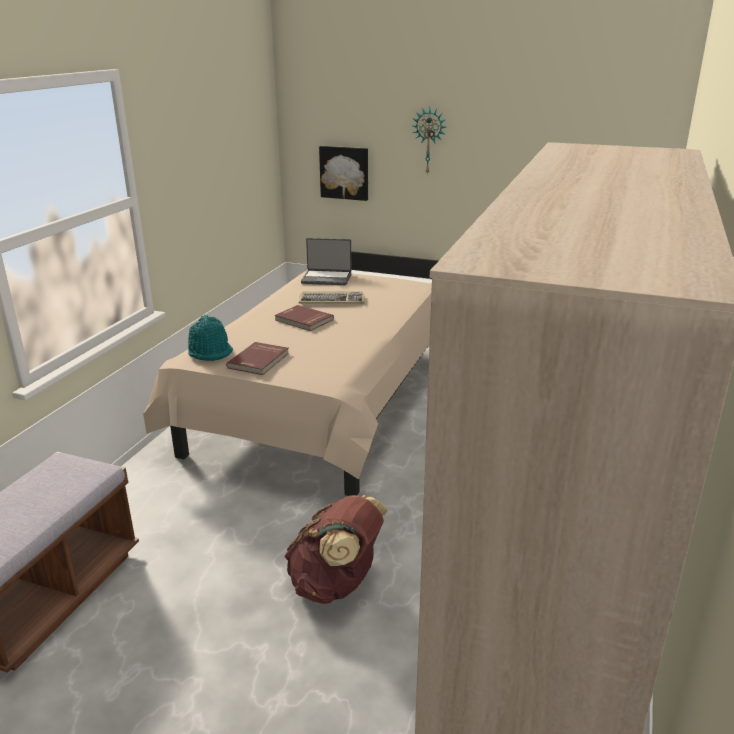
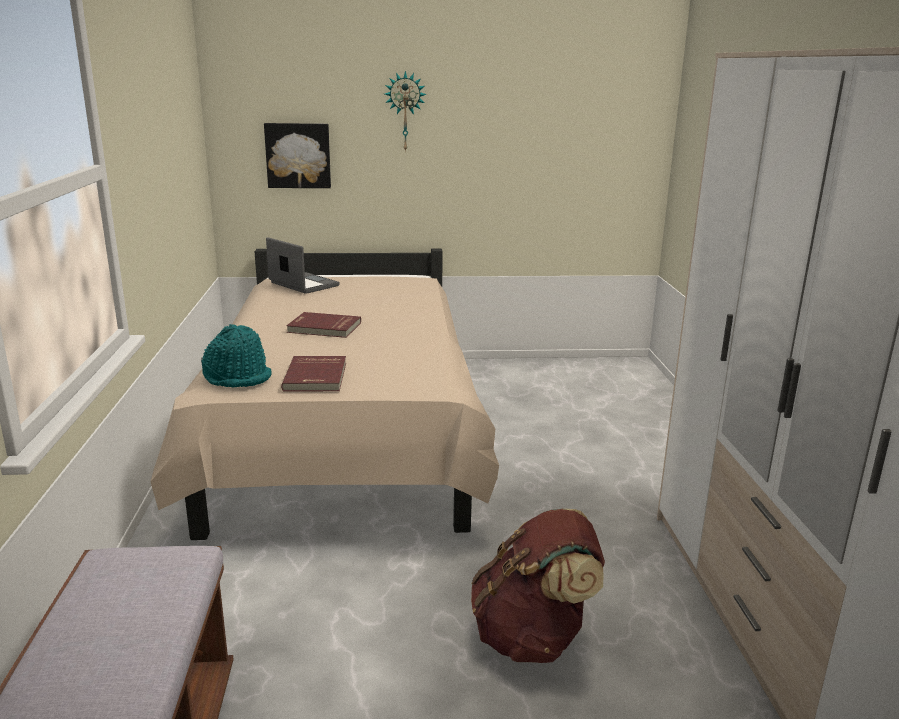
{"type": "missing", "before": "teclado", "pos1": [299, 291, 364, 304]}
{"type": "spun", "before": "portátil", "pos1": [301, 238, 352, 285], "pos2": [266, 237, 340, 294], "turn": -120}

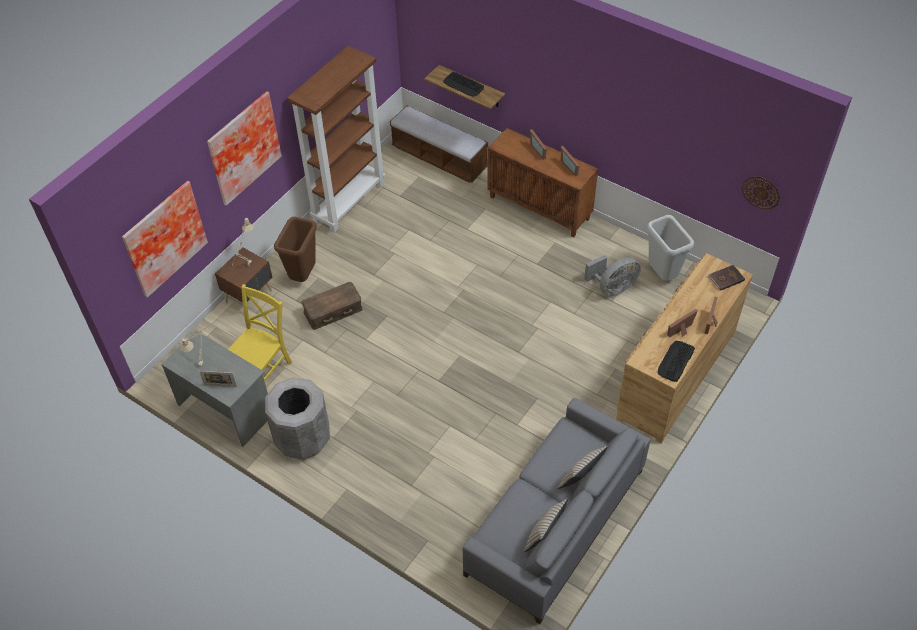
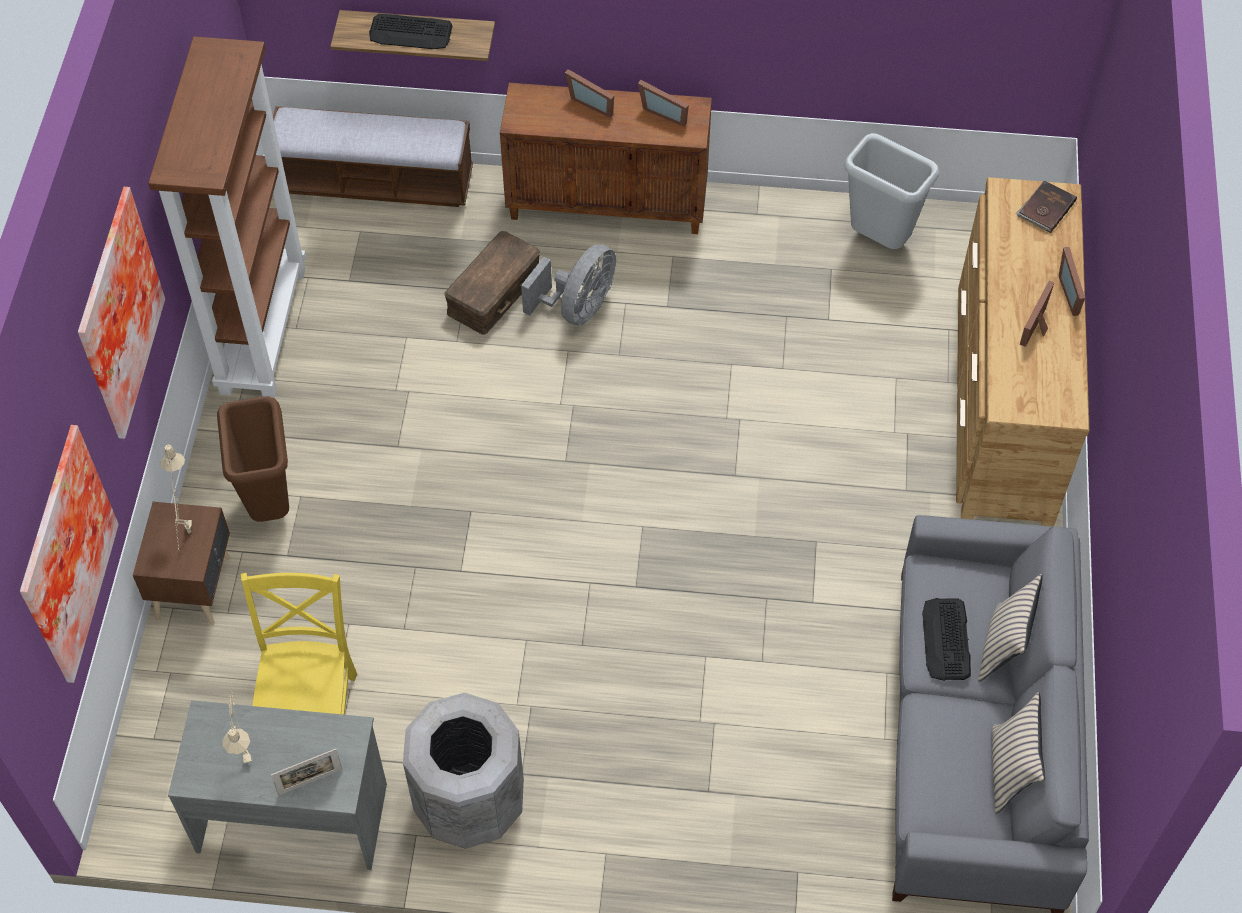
{"type": "relocated", "before": "caja de almacenaje/marrón", "pos1": [301, 282, 363, 330], "pos2": [444, 231, 540, 335]}
{"type": "relocated", "before": "ventilador/gris", "pos1": [584, 255, 641, 296], "pos2": [521, 244, 616, 325]}
{"type": "relocated", "before": "teclado", "pos1": [657, 341, 695, 382], "pos2": [922, 598, 971, 681]}
{"type": "missing", "before": "reloj de pared", "pos1": [742, 176, 781, 209]}

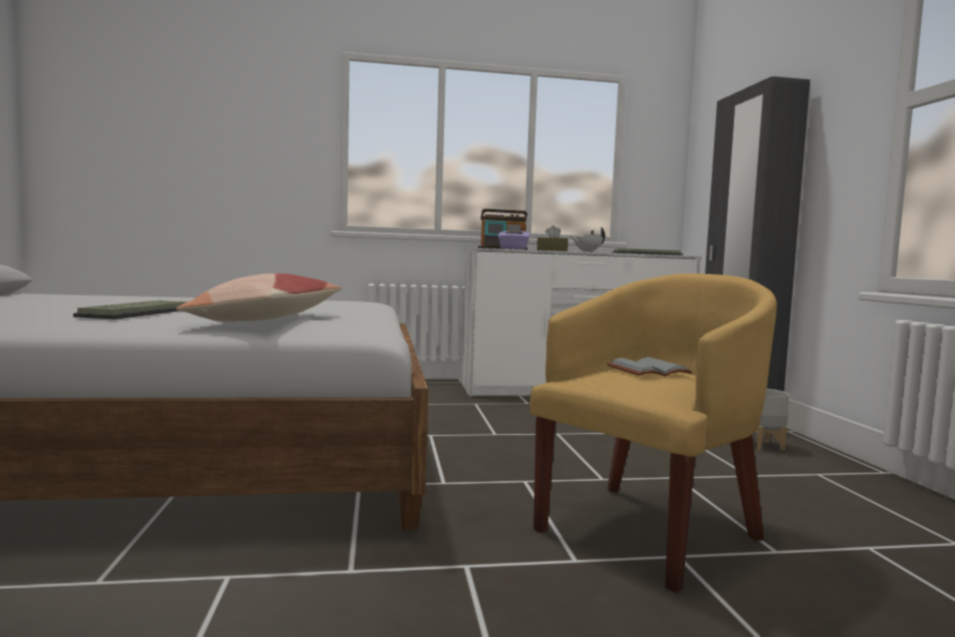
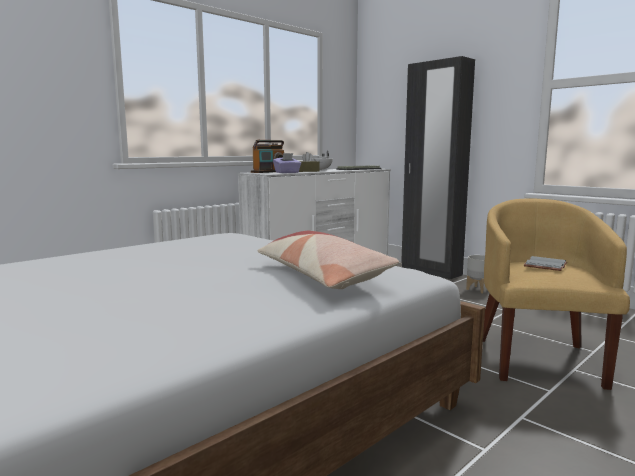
{"type": "missing", "before": "teclado", "pos1": [73, 300, 186, 319]}

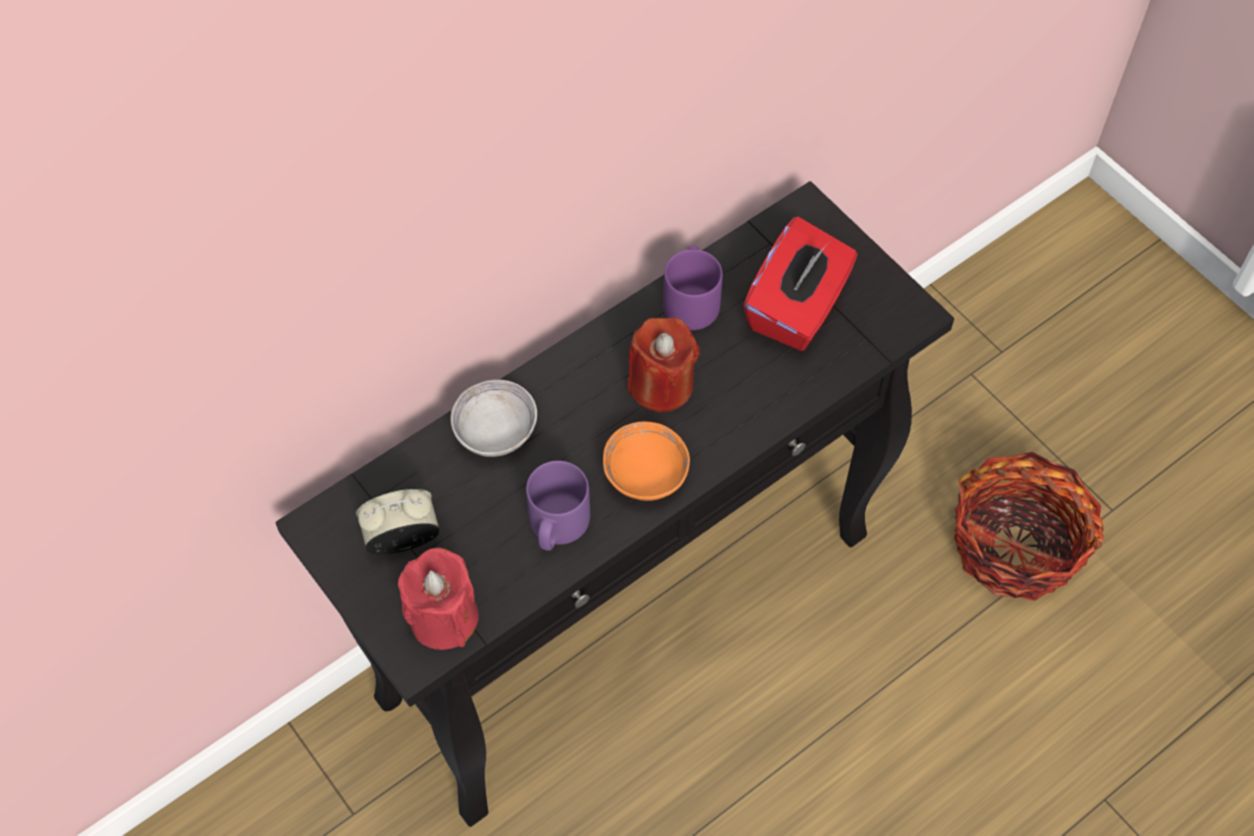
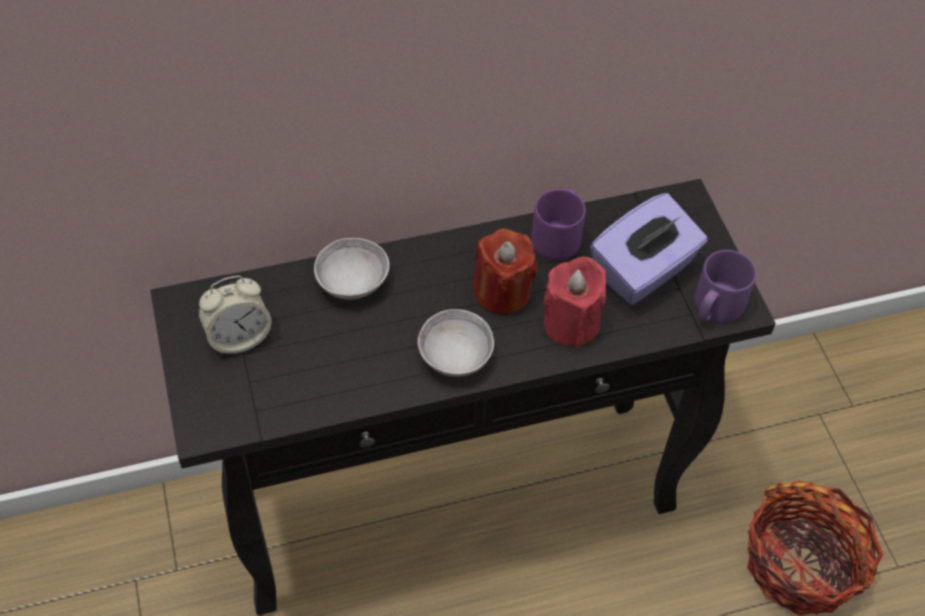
{"type": "spun", "before": "despertador", "pos1": [356, 489, 440, 554], "pos2": [198, 276, 272, 354], "turn": 150}
{"type": "relocated", "before": "vela/rojo", "pos1": [398, 548, 479, 650], "pos2": [544, 257, 606, 348]}
{"type": "relocated", "before": "taza grande/morado", "pos1": [526, 461, 590, 551], "pos2": [694, 250, 756, 323]}
{"type": "colour", "before": "cuenco/naranja", "after": "cuenco/gris", "pos1": [603, 422, 690, 501], "pos2": [417, 309, 494, 377]}
{"type": "colour", "before": "caja de pañuelos/rojo", "after": "caja de pañuelos/morado", "pos1": [743, 217, 858, 351], "pos2": [590, 193, 707, 305]}

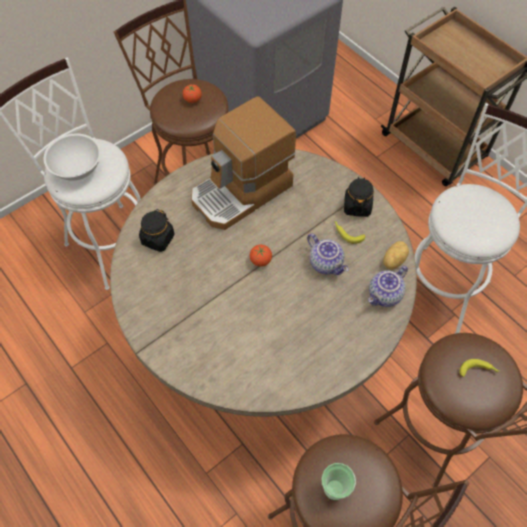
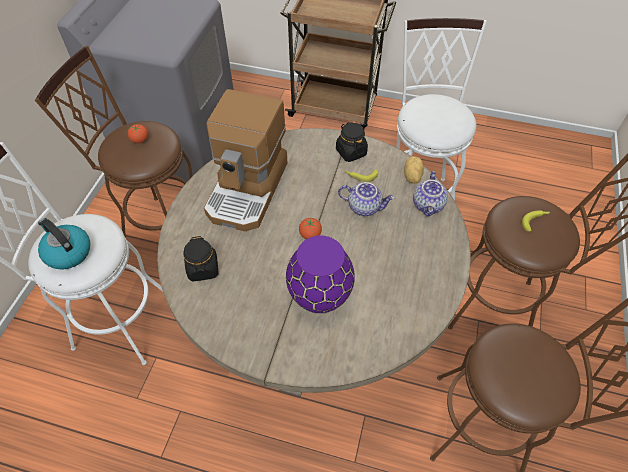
{"type": "exchanged", "before": "cuenco/blanco", "after": "hervidor", "pos1": [44, 134, 101, 180], "pos2": [38, 218, 90, 270]}
{"type": "missing", "before": "taza", "pos1": [322, 463, 356, 500]}
{"type": "appeared", "after": "florero/morado", "pos2": [286, 236, 355, 313]}

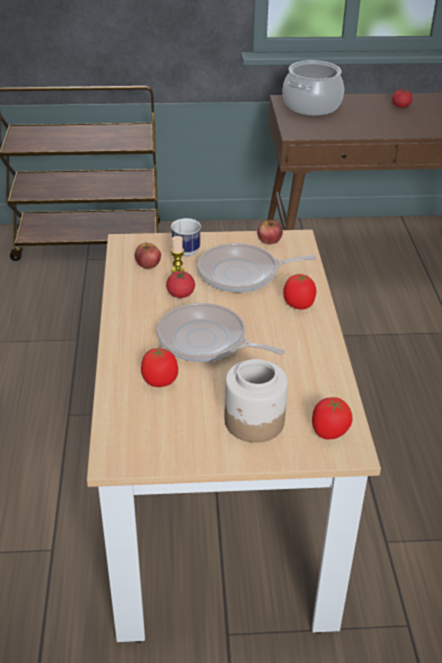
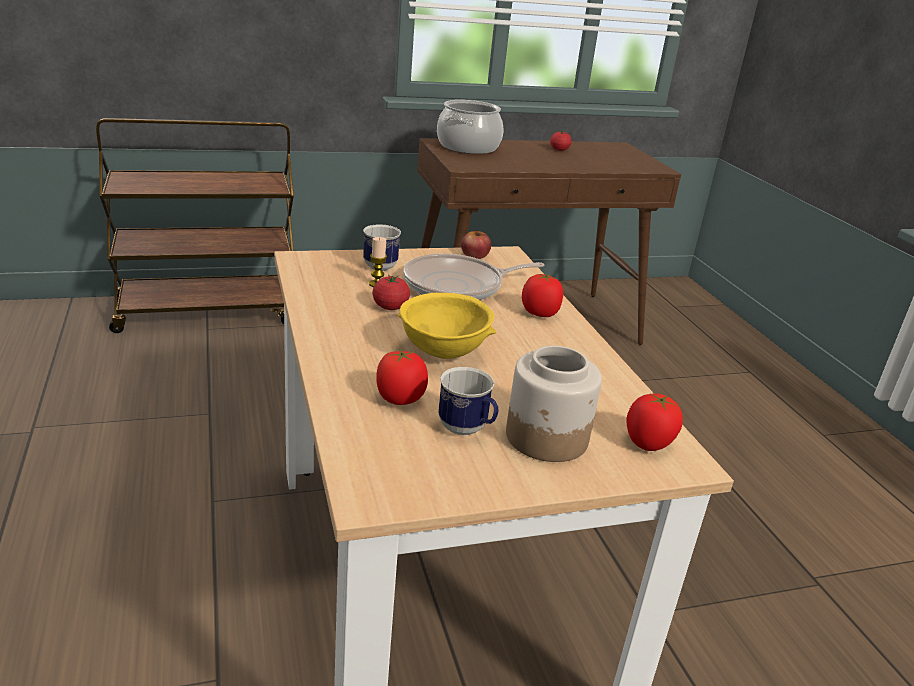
{"type": "missing", "before": "manzana", "pos1": [135, 242, 161, 269]}
{"type": "exchanged", "before": "sartén", "after": "cuenco/amarillo", "pos1": [157, 303, 285, 362], "pos2": [398, 293, 496, 359]}
{"type": "appeared", "after": "taza grande", "pos2": [438, 367, 499, 435]}

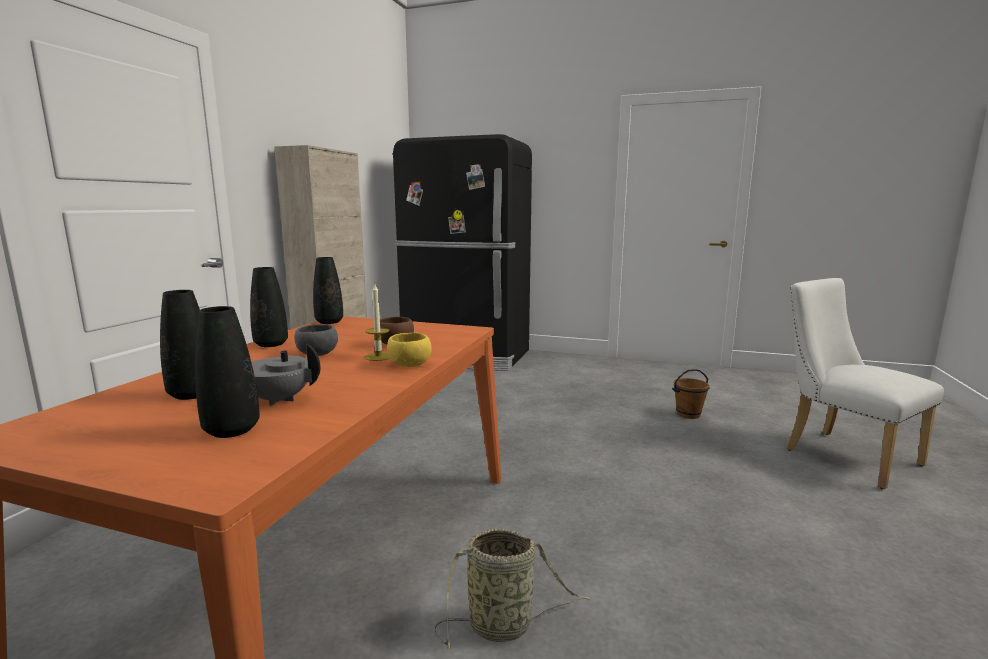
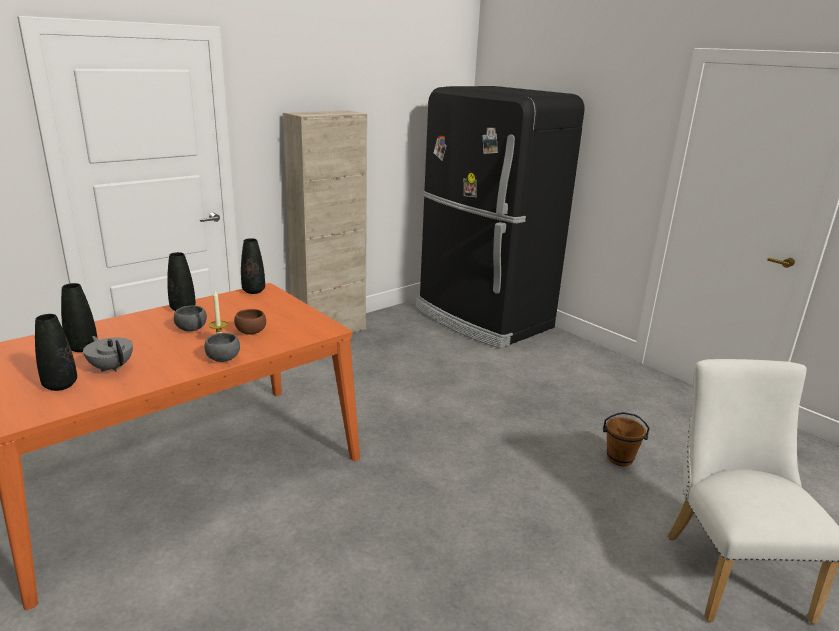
{"type": "colour", "before": "cuenco/amarillo", "after": "cuenco/gris", "pos1": [387, 333, 432, 367], "pos2": [205, 333, 240, 362]}
{"type": "missing", "before": "cesta", "pos1": [435, 528, 591, 650]}

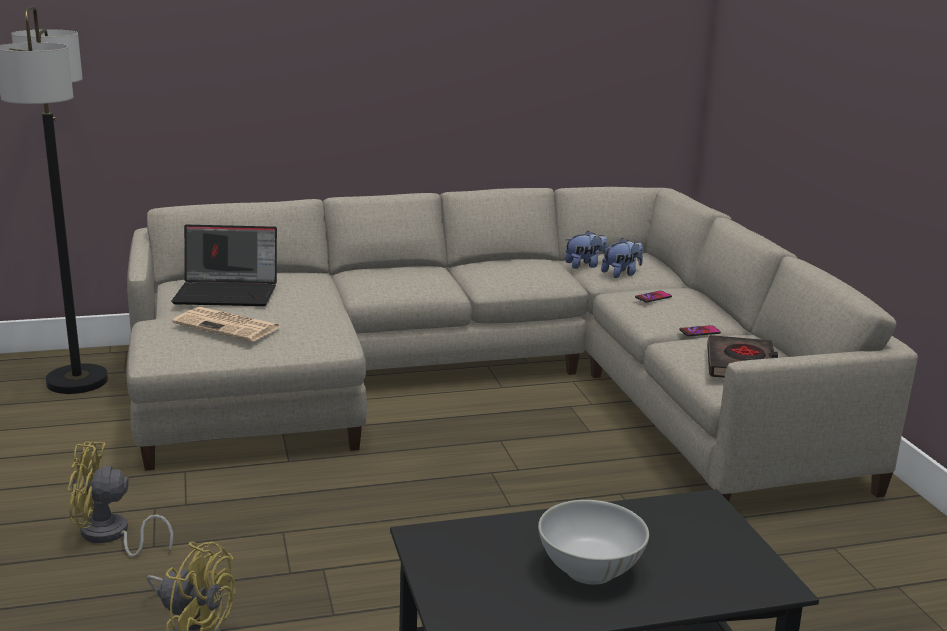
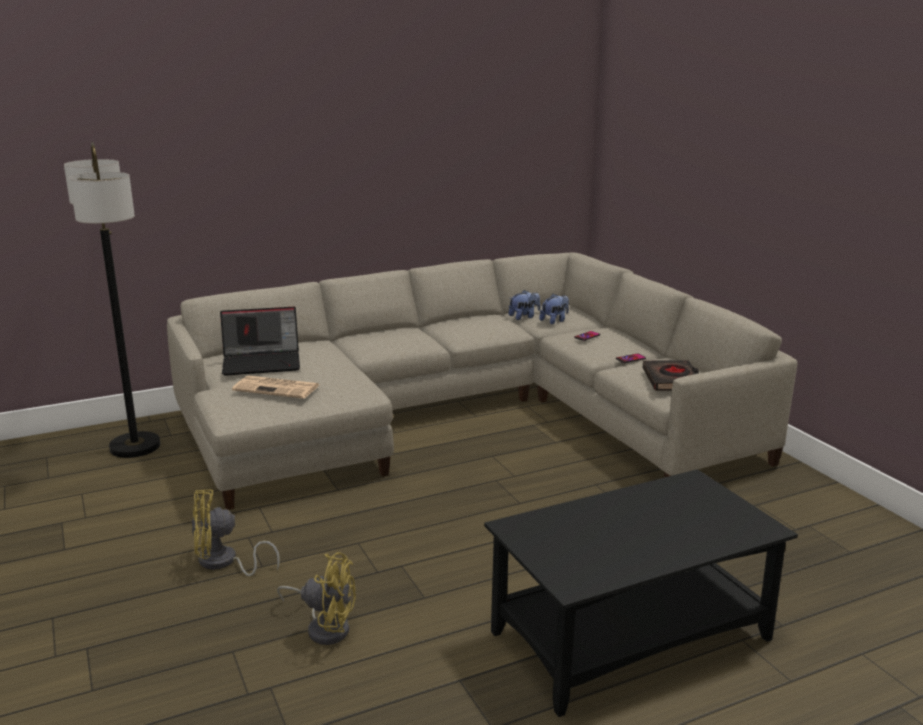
{"type": "missing", "before": "cuenco/blanco", "pos1": [538, 500, 649, 585]}

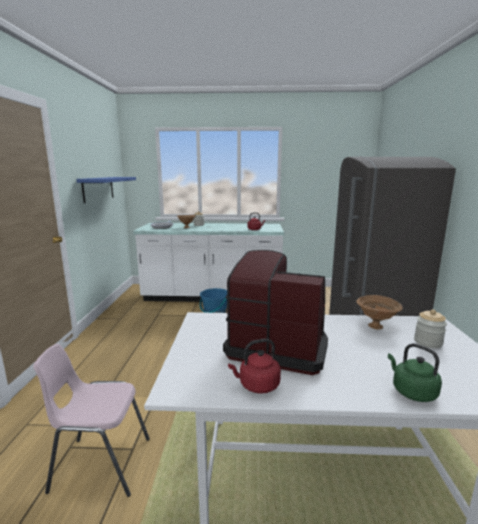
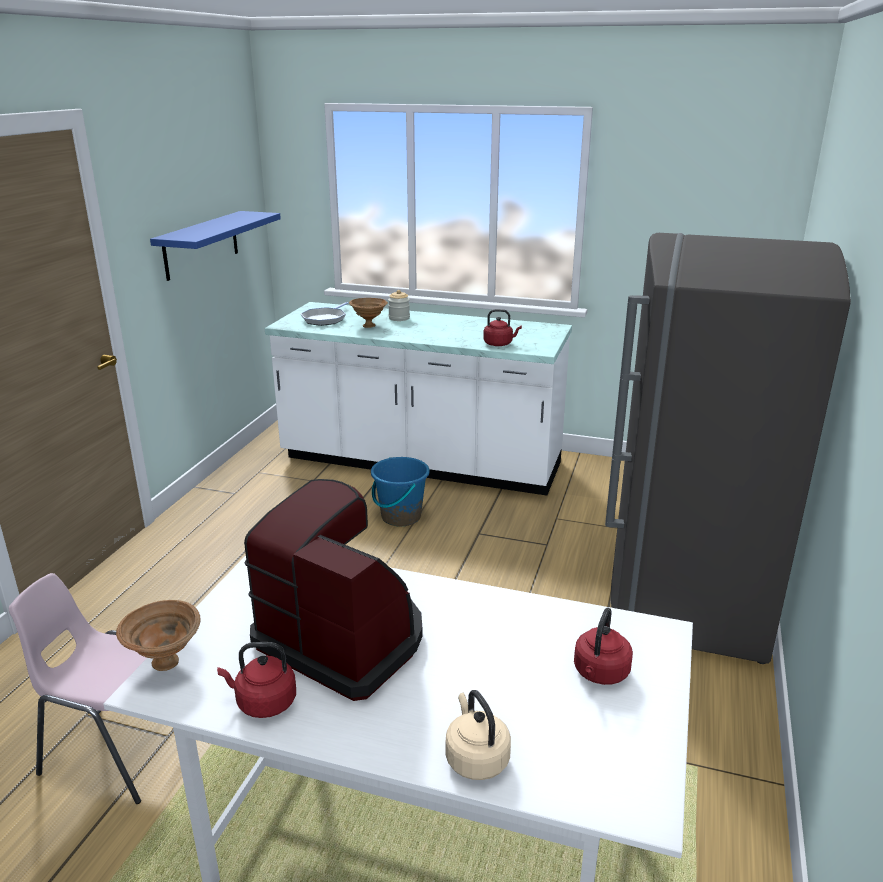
{"type": "relocated", "before": "cuenco/marrón", "pos1": [357, 295, 403, 330], "pos2": [116, 600, 201, 671]}
{"type": "colour", "before": "hervidor/verde", "after": "hervidor/beis", "pos1": [388, 344, 442, 402], "pos2": [446, 690, 511, 780]}
{"type": "exchanged", "before": "tarro", "after": "hervidor/rojo", "pos1": [414, 309, 447, 348], "pos2": [574, 608, 633, 685]}

